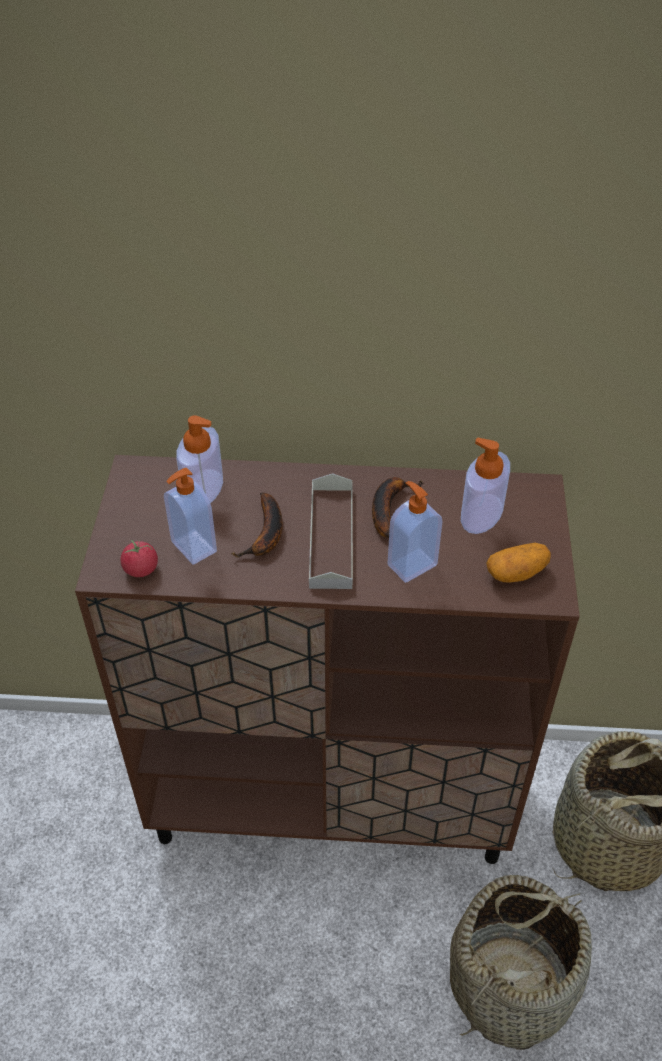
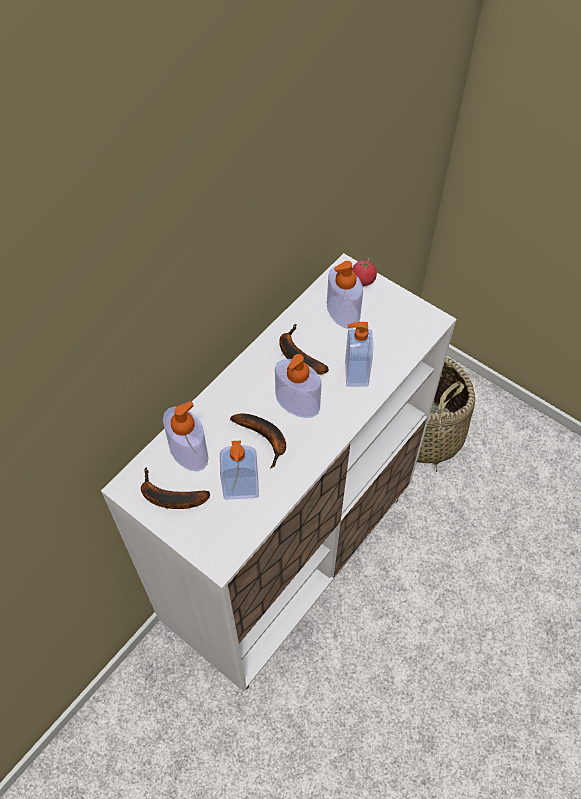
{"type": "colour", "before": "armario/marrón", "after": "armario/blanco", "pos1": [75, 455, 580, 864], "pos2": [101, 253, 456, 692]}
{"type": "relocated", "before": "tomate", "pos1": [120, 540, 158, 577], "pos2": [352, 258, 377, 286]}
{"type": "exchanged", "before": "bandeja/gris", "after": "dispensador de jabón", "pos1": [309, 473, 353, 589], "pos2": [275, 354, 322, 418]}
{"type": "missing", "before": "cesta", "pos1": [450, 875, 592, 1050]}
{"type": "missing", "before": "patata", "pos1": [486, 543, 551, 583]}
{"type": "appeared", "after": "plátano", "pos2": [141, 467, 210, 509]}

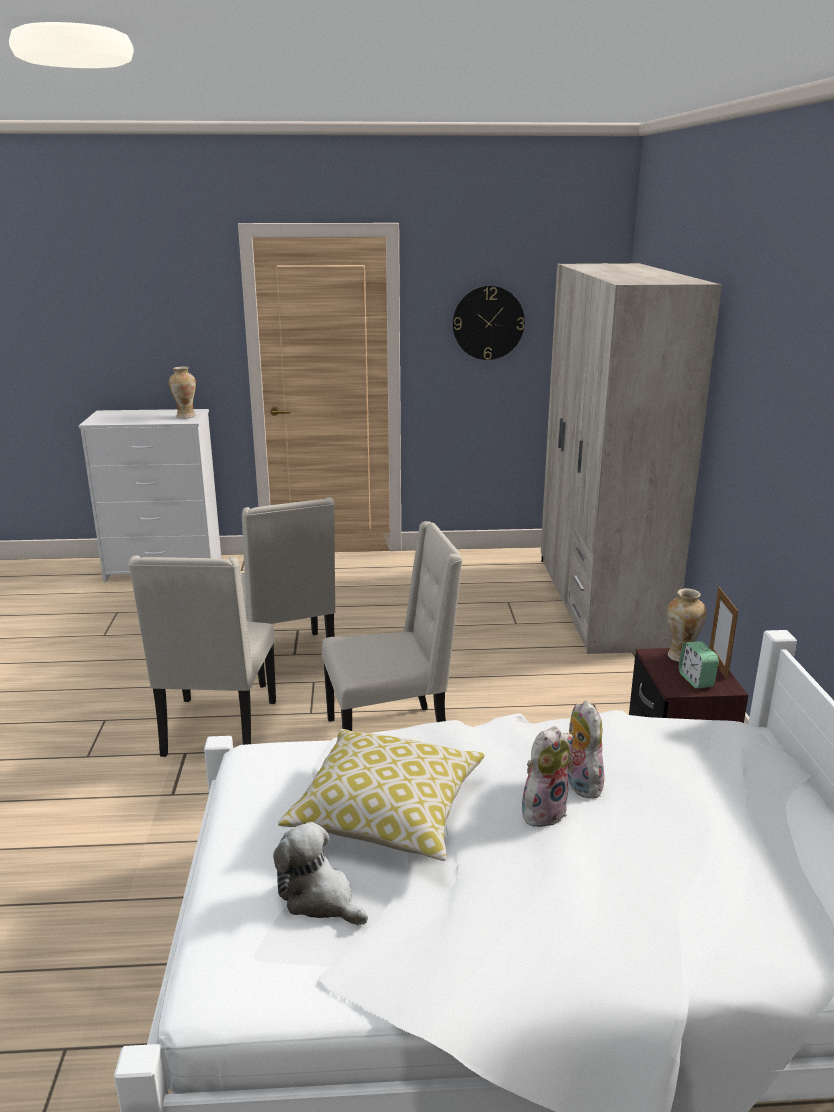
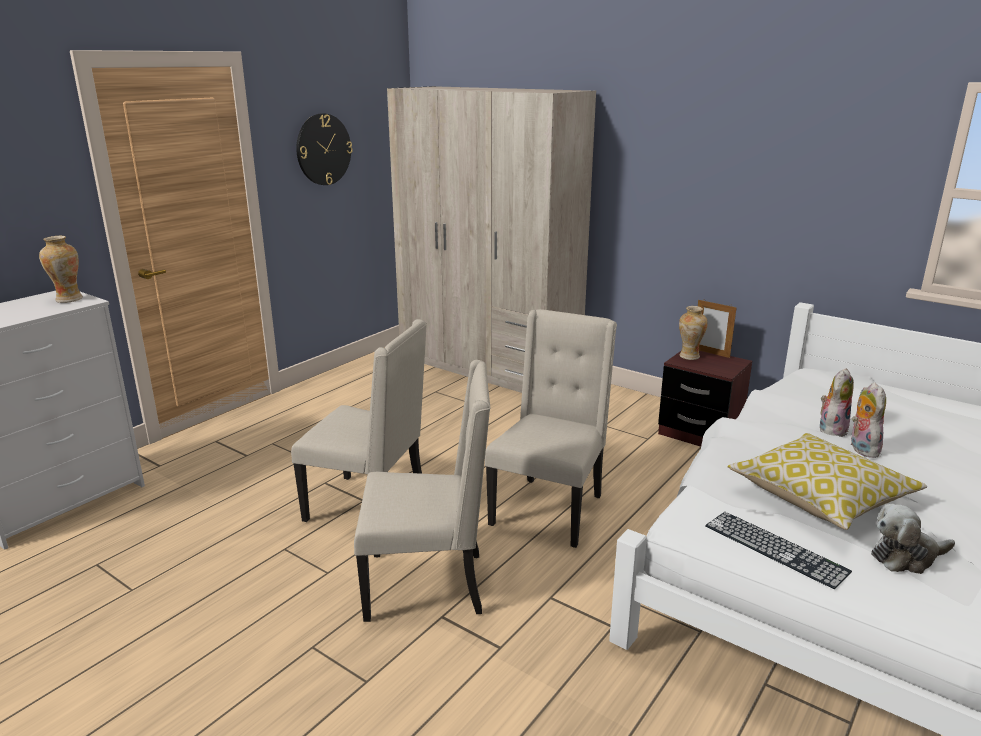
{"type": "spun", "before": "silla/beis", "pos1": [128, 556, 276, 757], "pos2": [354, 360, 490, 622], "turn": -45}
{"type": "spun", "before": "peluche", "pos1": [567, 701, 605, 799], "pos2": [820, 368, 854, 437], "turn": 105}
{"type": "missing", "before": "despertador", "pos1": [679, 641, 719, 688]}
{"type": "appeared", "after": "teclado", "pos2": [705, 512, 852, 589]}

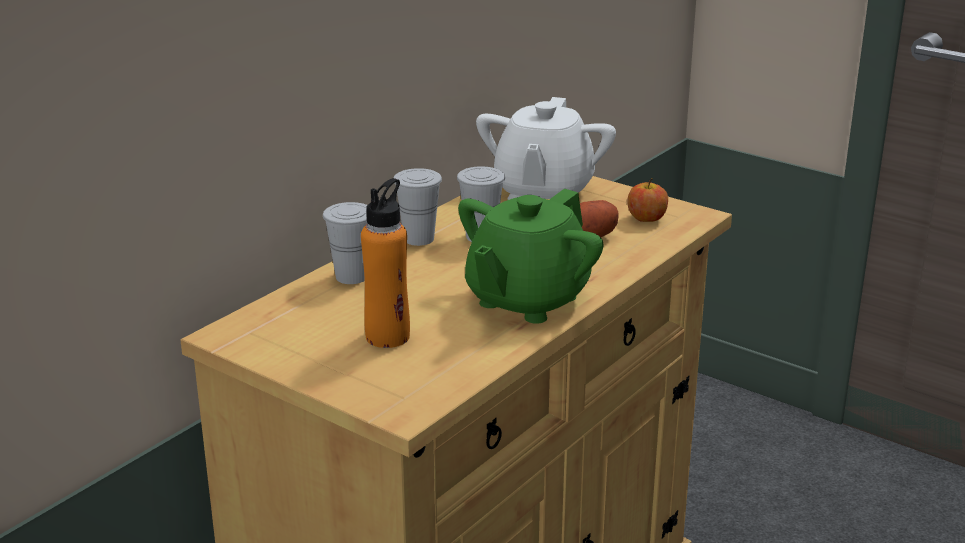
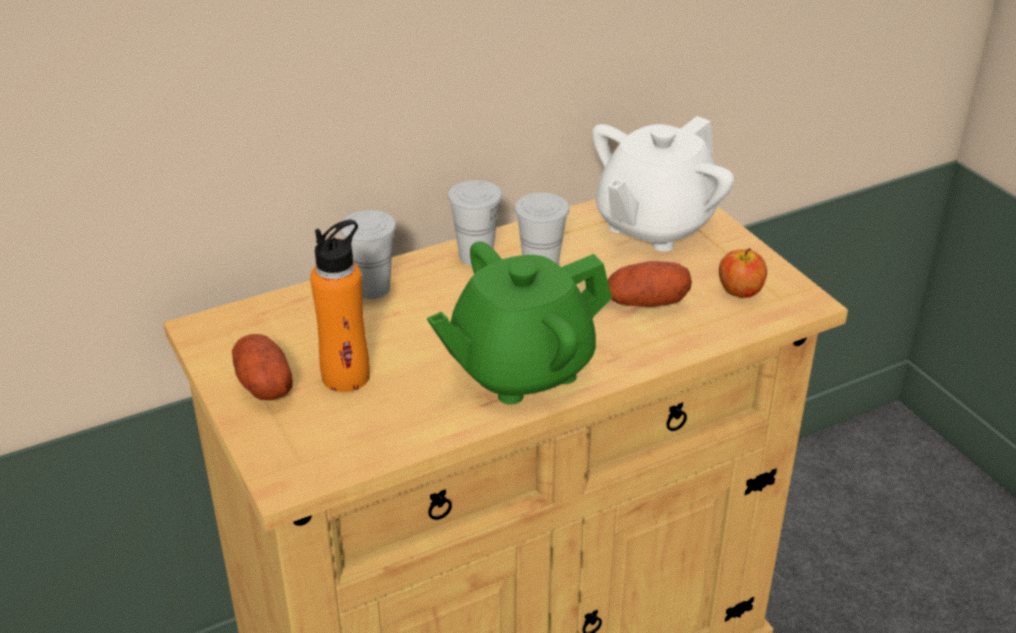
{"type": "appeared", "after": "patata", "pos2": [232, 334, 293, 400]}

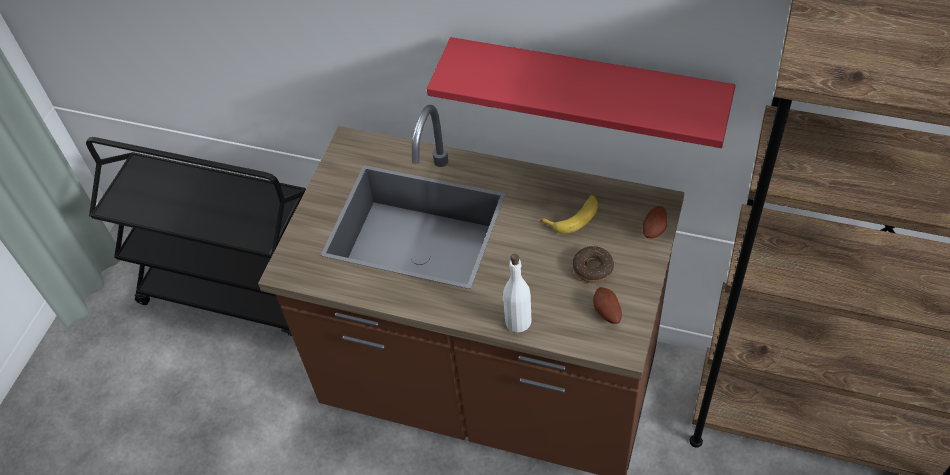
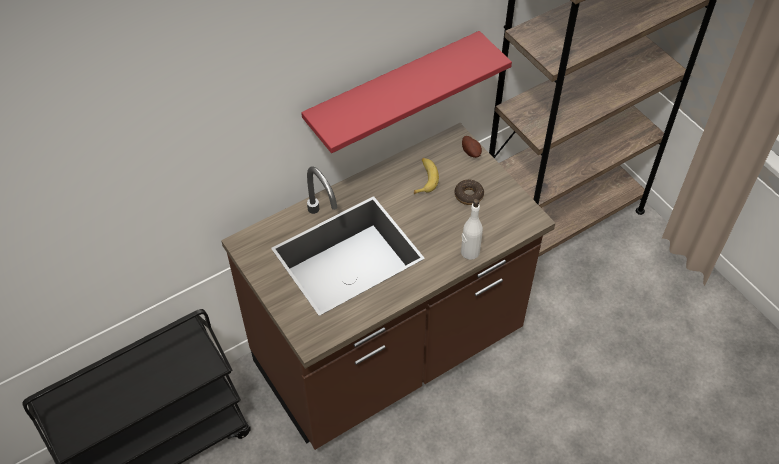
{"type": "missing", "before": "patata", "pos1": [593, 287, 622, 324]}

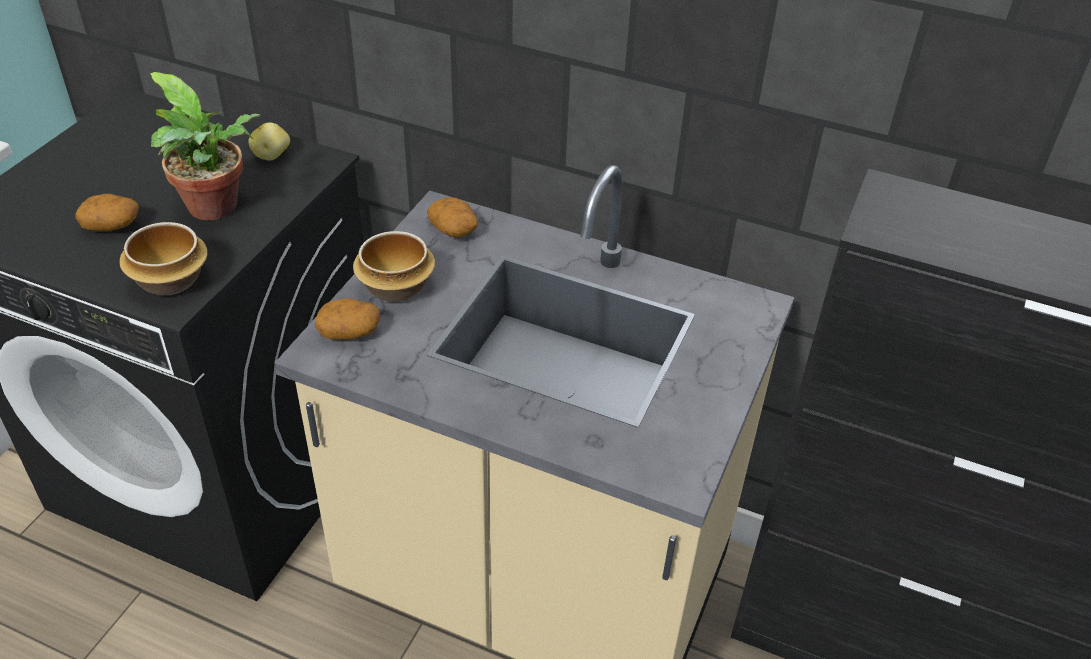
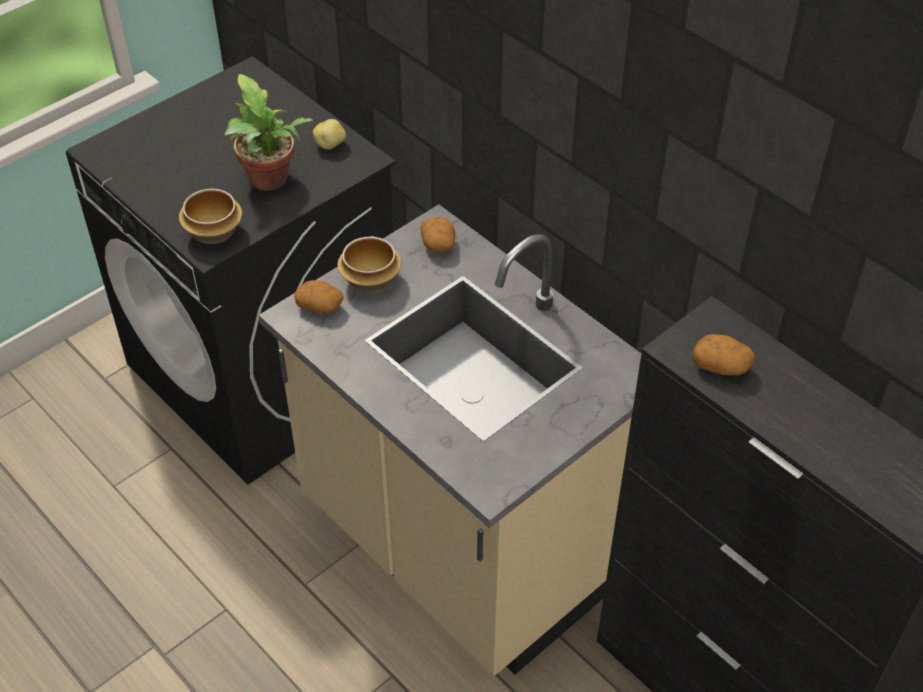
{"type": "relocated", "before": "patata", "pos1": [75, 194, 139, 231], "pos2": [692, 334, 755, 376]}

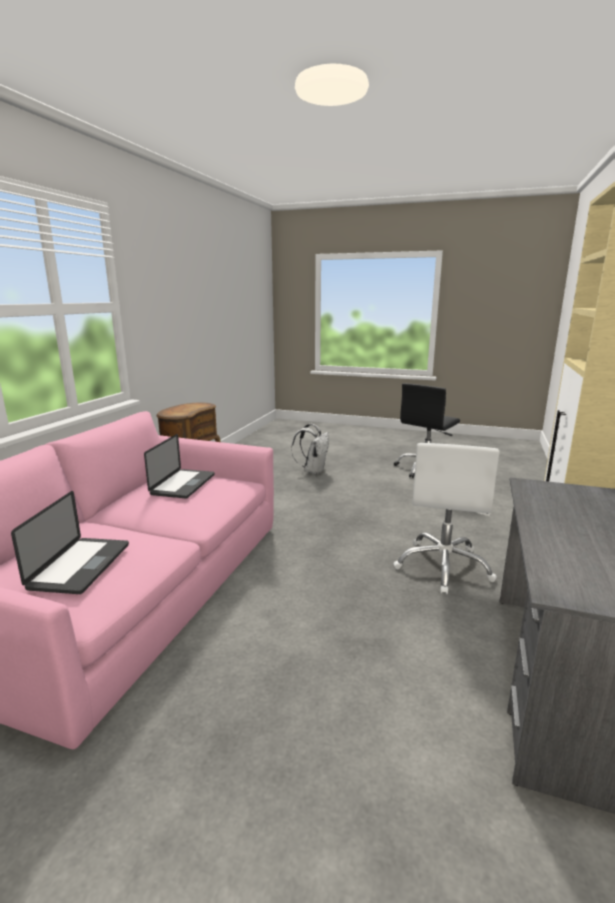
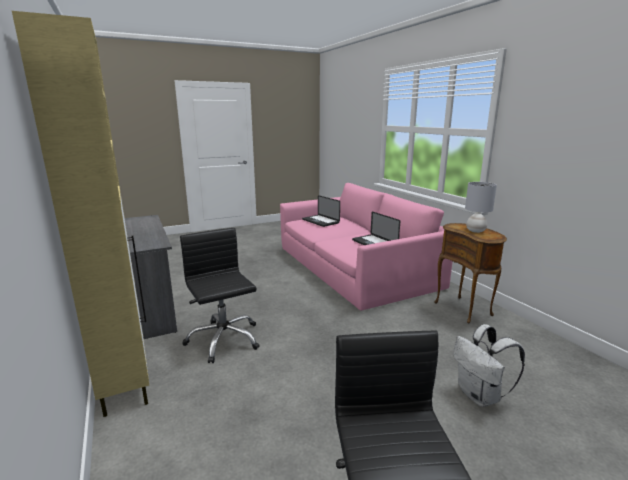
{"type": "colour", "before": "silla de oficina/blanco", "after": "silla de oficina/negro", "pos1": [394, 443, 500, 594], "pos2": [180, 228, 260, 363]}
{"type": "appeared", "after": "lámpara de mesa/gris", "pos2": [465, 182, 497, 233]}

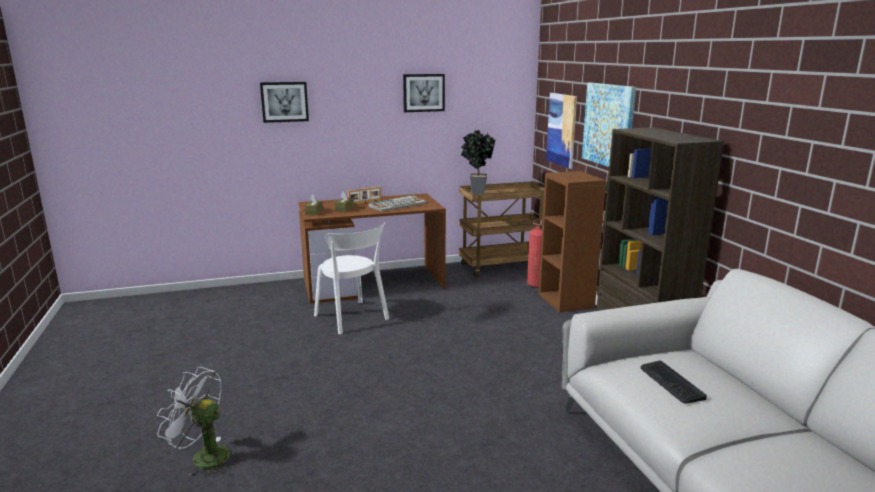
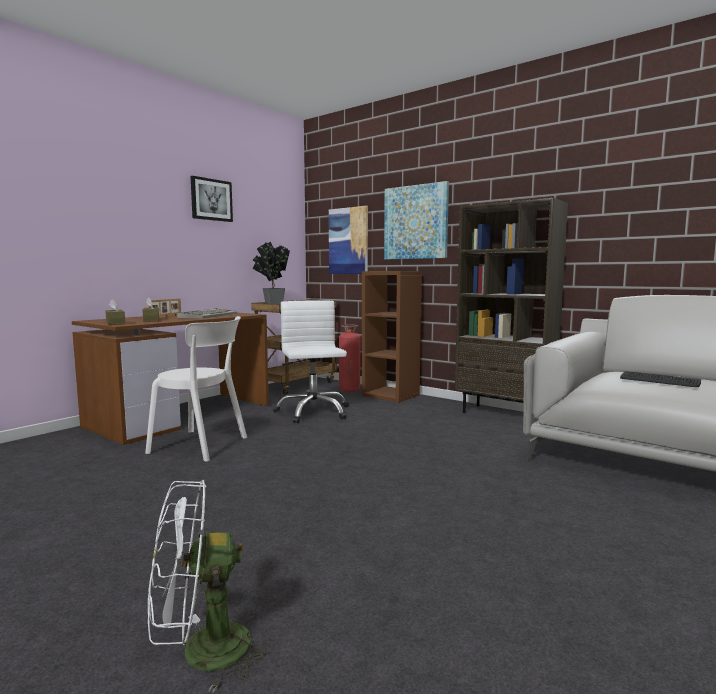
{"type": "missing", "before": "cuadro", "pos1": [260, 82, 309, 123]}
{"type": "appeared", "after": "silla de oficina/blanco", "pos2": [273, 300, 349, 423]}

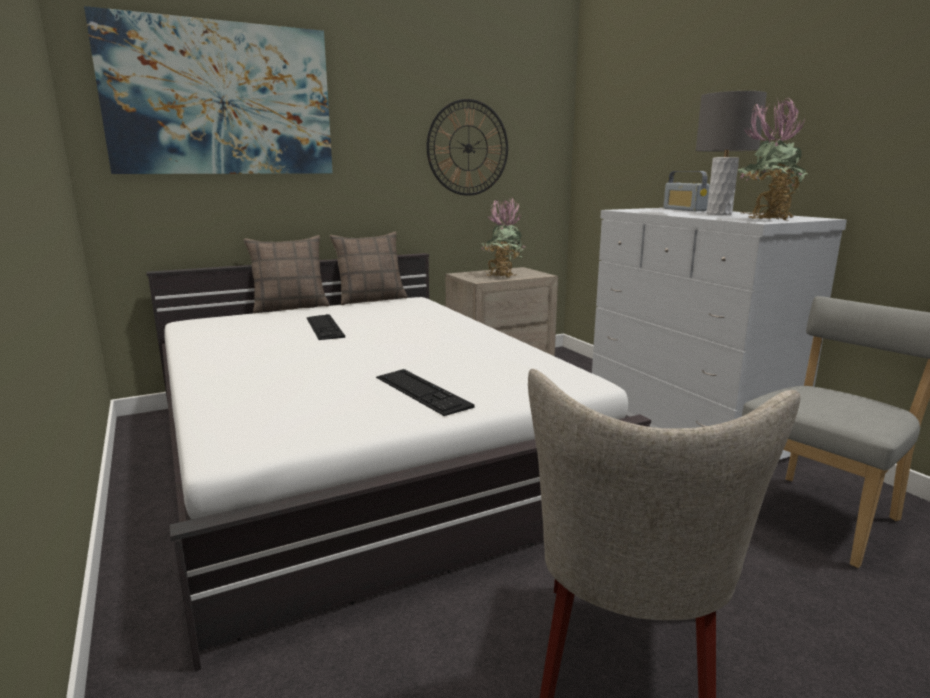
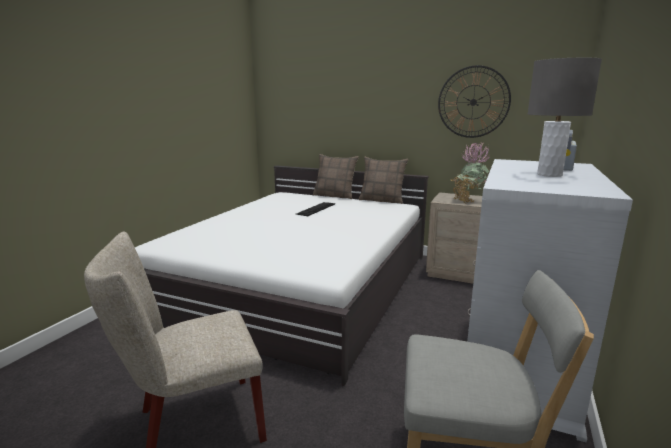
{"type": "missing", "before": "cuadro", "pos1": [84, 6, 333, 174]}
{"type": "missing", "before": "teclado", "pos1": [376, 369, 475, 416]}
{"type": "missing", "before": "planta en maceta", "pos1": [738, 97, 809, 220]}

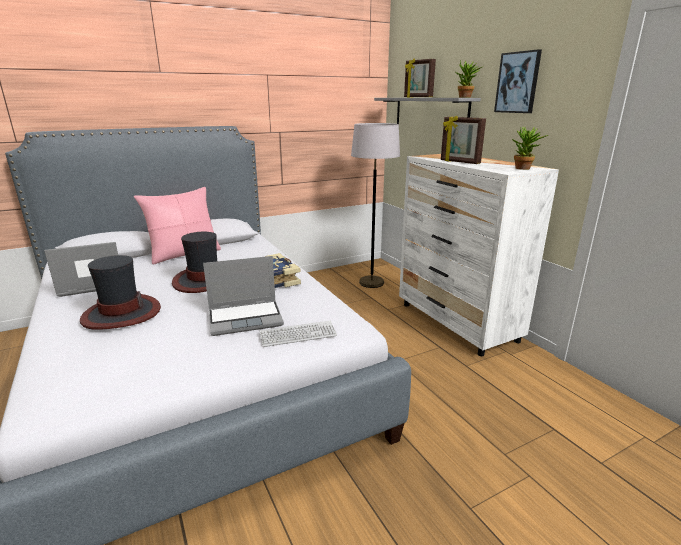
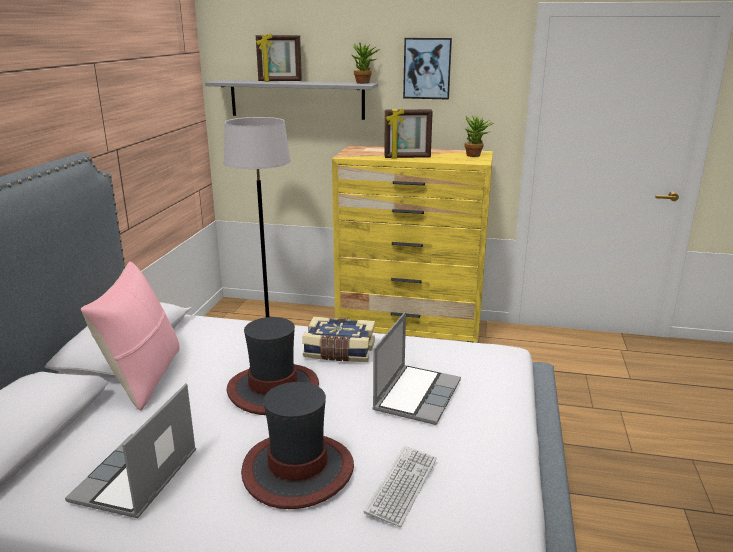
{"type": "relocated", "before": "teclado", "pos1": [260, 321, 337, 347], "pos2": [364, 446, 437, 527]}
{"type": "colour", "before": "cómoda/blanco", "after": "cómoda/amarillo", "pos1": [399, 154, 559, 356], "pos2": [332, 146, 493, 342]}

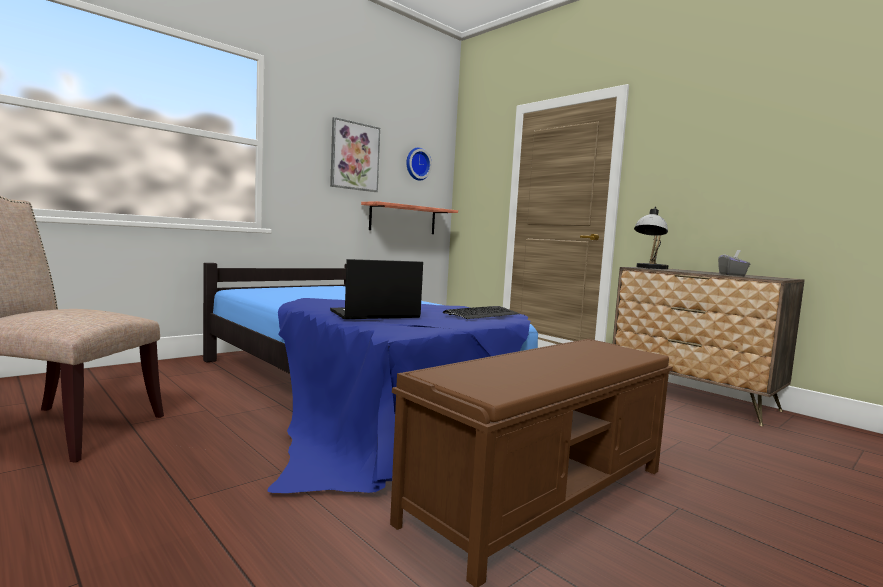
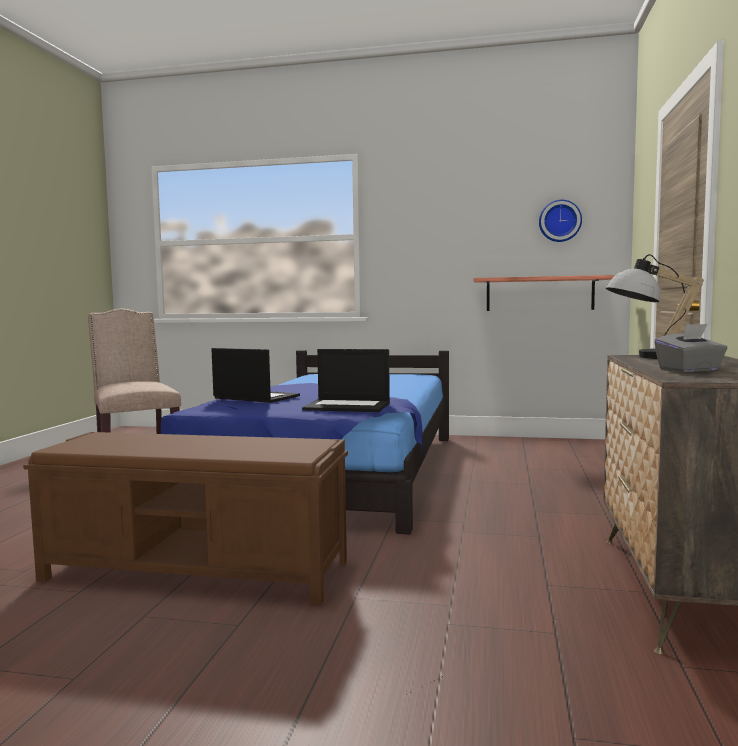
{"type": "missing", "before": "cuadro", "pos1": [330, 117, 380, 192]}
{"type": "exchanged", "before": "teclado", "after": "portátil", "pos1": [443, 306, 520, 319], "pos2": [302, 349, 390, 412]}

